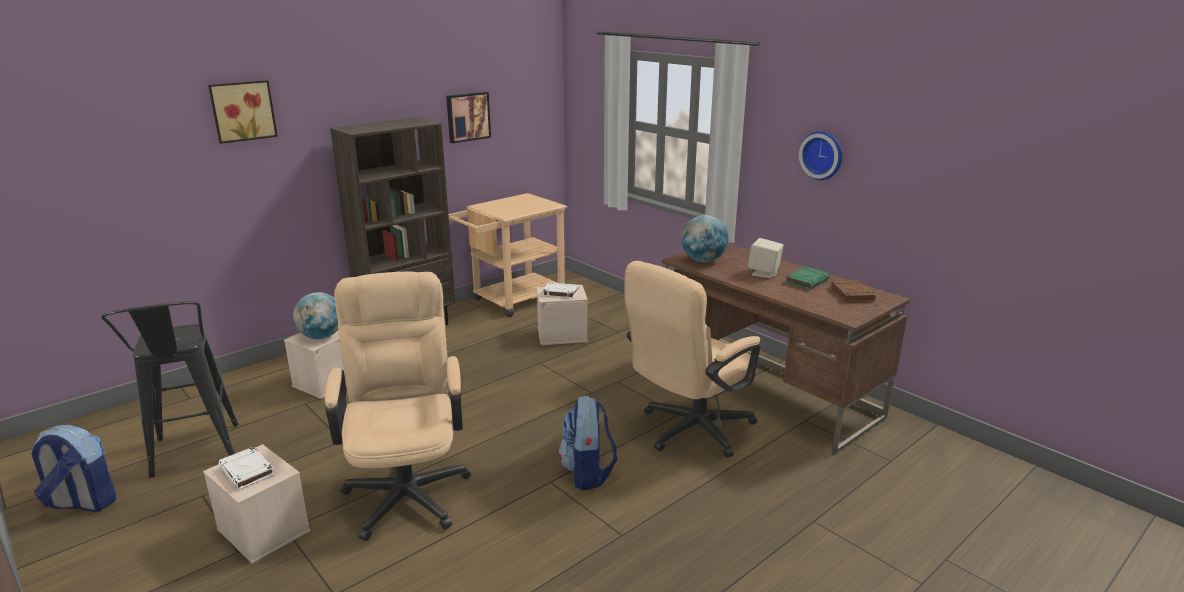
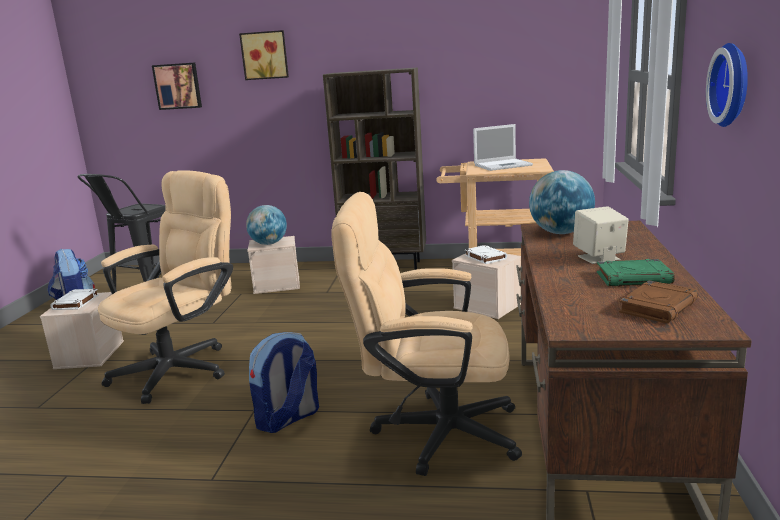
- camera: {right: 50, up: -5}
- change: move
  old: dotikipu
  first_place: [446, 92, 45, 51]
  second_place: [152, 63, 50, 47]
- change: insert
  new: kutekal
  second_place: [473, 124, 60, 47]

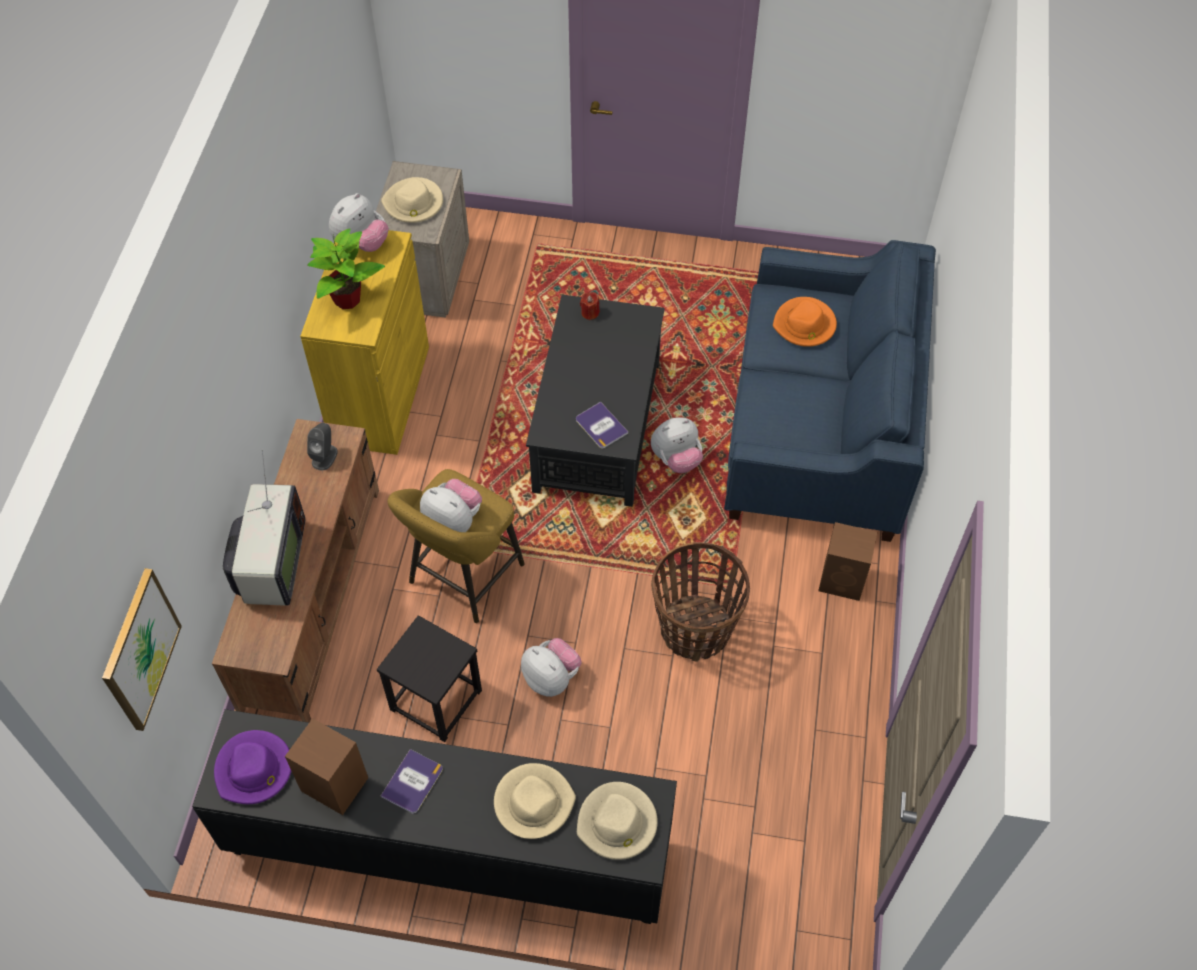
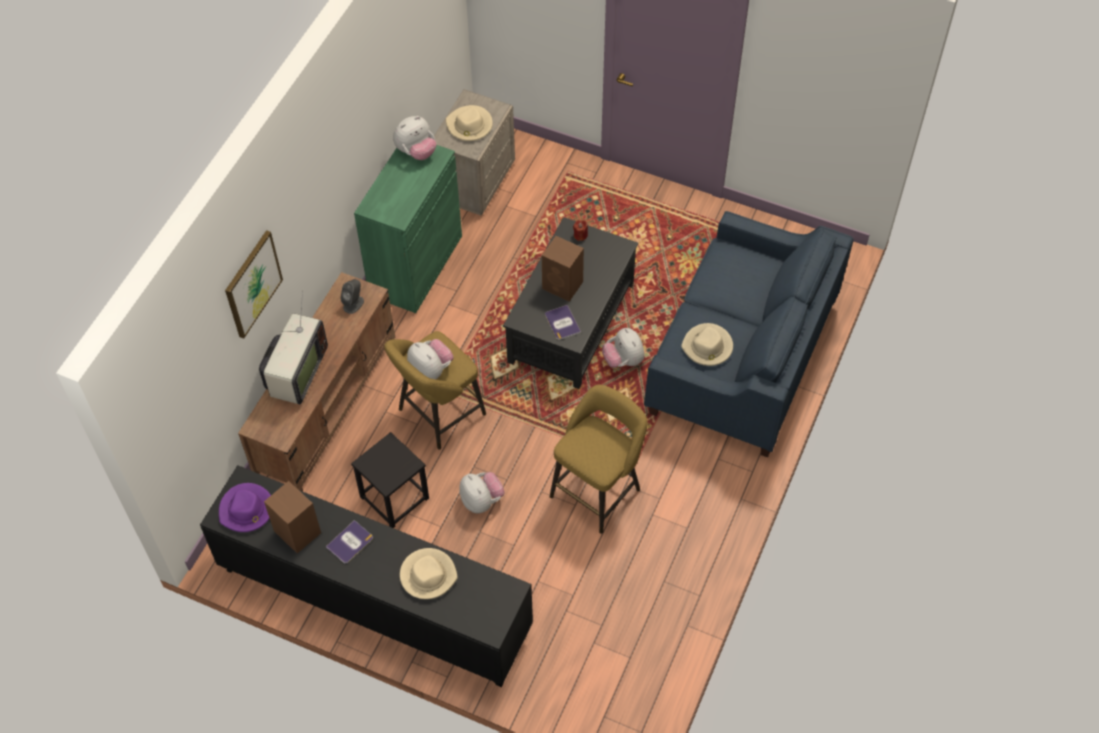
- camera: {right: 15, up: 0}
- change: move
  old: dotikipu
  first_place: [102, 568, 80, 163]
  second_place: [225, 230, 58, 109]
- change: recolor
  old: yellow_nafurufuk
  new: green_nafurufuk
  first_place: [300, 230, 129, 225]
  second_place: [354, 145, 108, 168]
- change: move
  old: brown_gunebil
  first_place: [818, 522, 59, 79]
  second_place: [542, 236, 42, 66]
- change: replace
  old: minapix
  new: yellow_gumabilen
  first_place: [651, 542, 99, 120]
  second_place: [550, 385, 98, 149]
- change: rotate
  old: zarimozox
  first_place: [651, 417, 52, 56]
  second_place: [602, 328, 43, 40]
  degrees: 75
- change: move
  old: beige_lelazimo
  first_place: [577, 782, 81, 78]
  second_place: [681, 323, 52, 43]
- change: delete
  old: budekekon
  first_place: [307, 228, 78, 81]
- change: delete
  old: orange_lelazimo
  first_place: [773, 297, 64, 50]

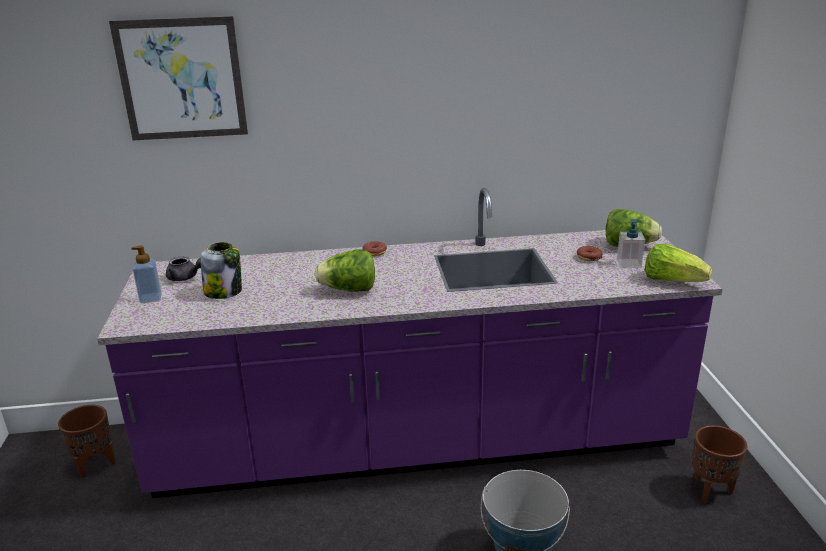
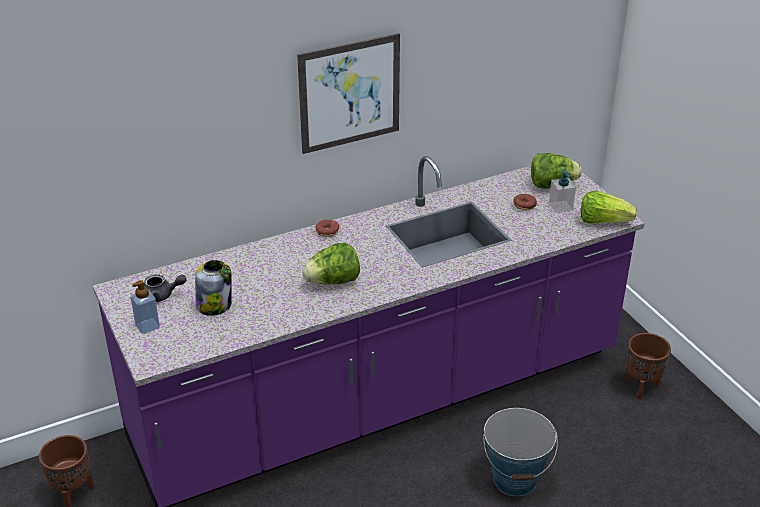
- camera: {right: -20, up: 10}
- change: move
  old: dotikipu
  first_place: [109, 16, 139, 124]
  second_place: [297, 33, 103, 121]

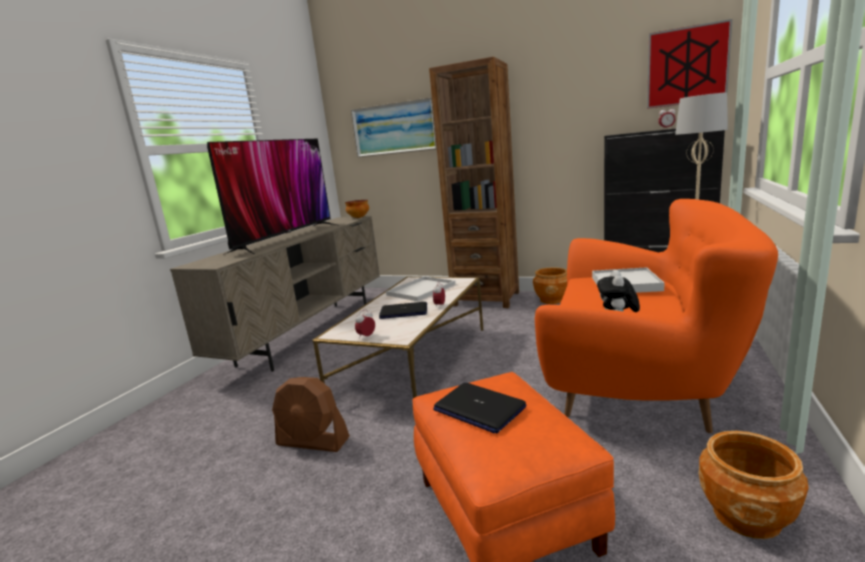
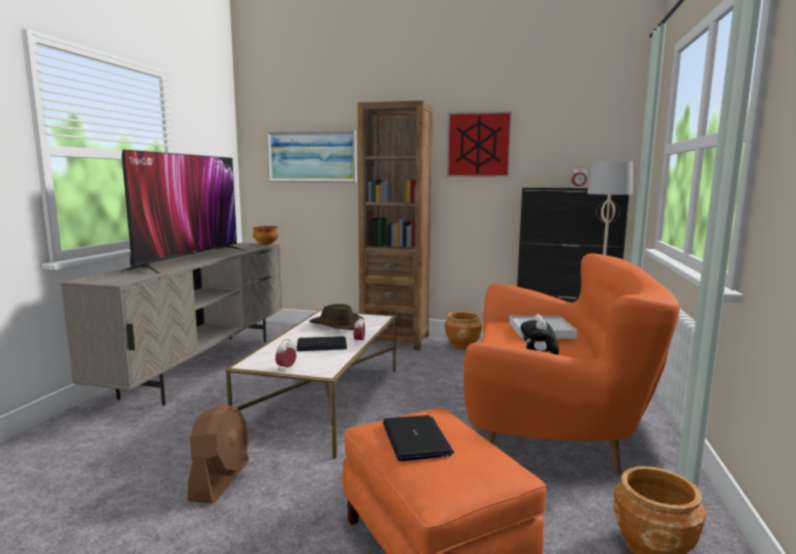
- camera: {right: -10, up: -5}
- change: rotate
  old: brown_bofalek
  first_place: [272, 377, 78, 75]
  second_place: [187, 403, 62, 101]
  degrees: -90
- change: replace
  old: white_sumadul
  new: brown_lelazimo
  first_place: [386, 276, 70, 25]
  second_place: [309, 304, 55, 26]
- change: rotate
  old: kutekal
  first_place: [433, 382, 94, 51]
  second_place: [383, 415, 71, 46]
  degrees: -135
- change: move
  old: dotikipu
  first_place: [647, 19, 85, 90]
  second_place: [447, 111, 65, 66]

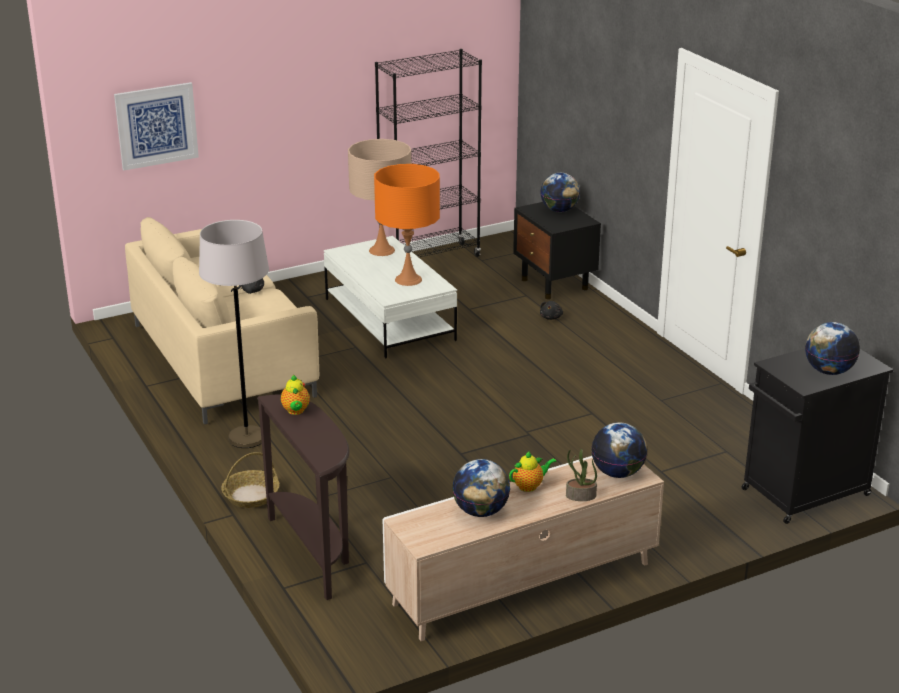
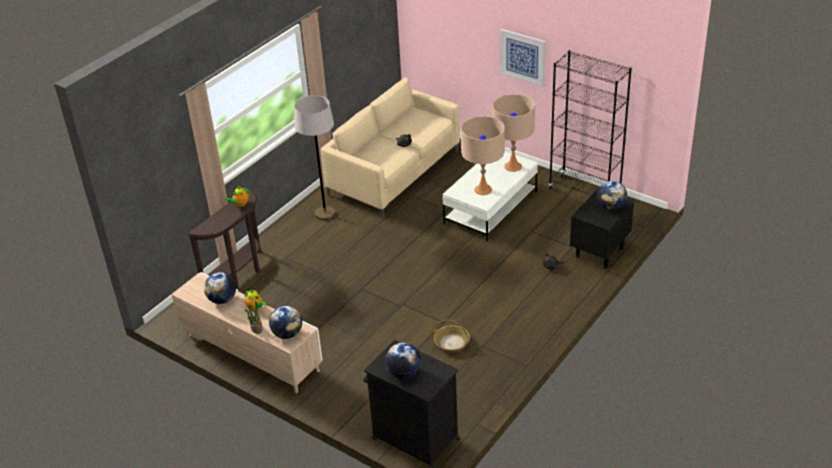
- camera: {right: 65, up: 10}
- change: move
  old: minapix
  first_place: [221, 452, 59, 56]
  second_place: [434, 320, 36, 32]
- change: recolor
  old: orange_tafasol
  new: beige_tafasol
  first_place: [374, 164, 66, 122]
  second_place: [461, 116, 44, 79]
- change: move
  old: dotikipu
  first_place: [114, 82, 85, 88]
  second_place: [500, 29, 46, 58]

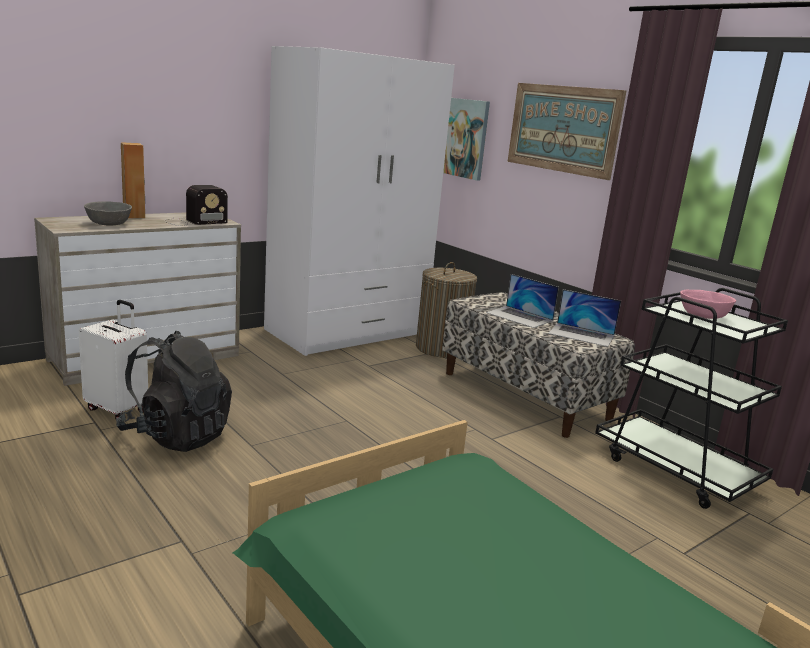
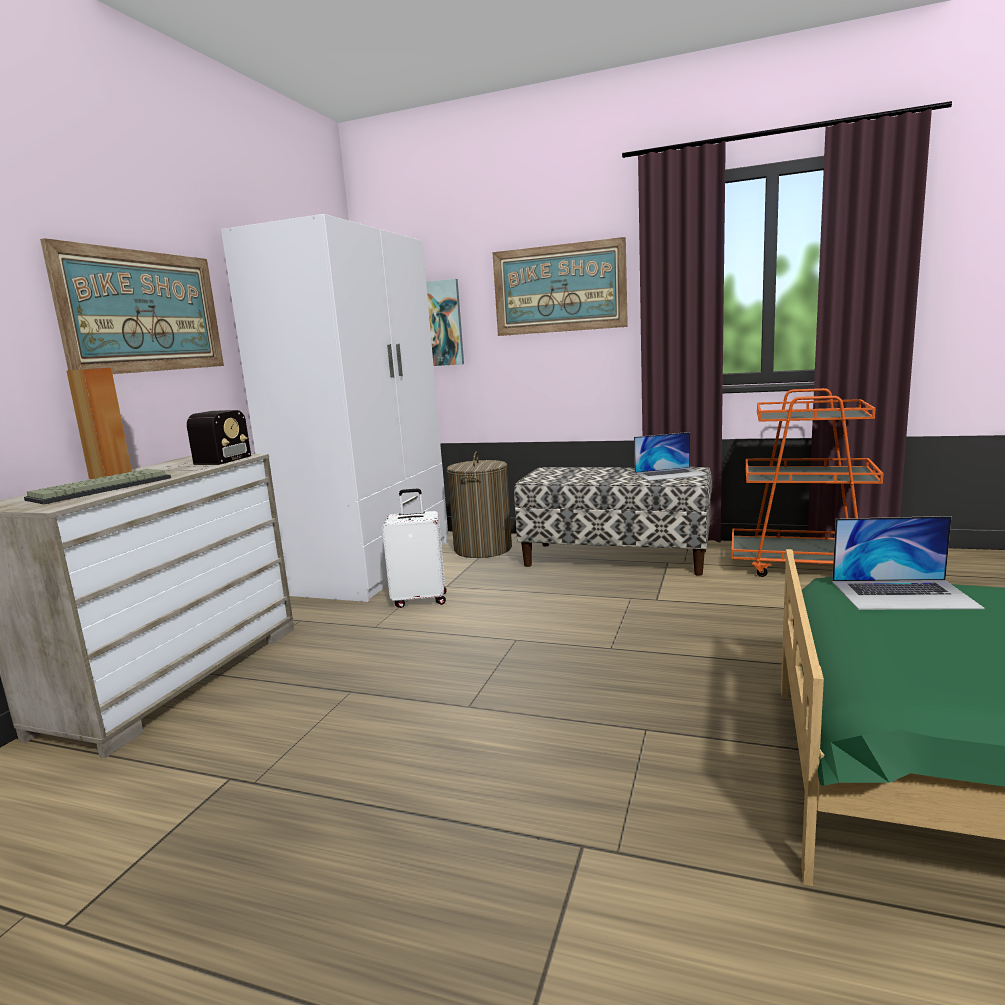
- camera: {right: -30, up: -5}
- change: replace
  old: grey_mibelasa
  new: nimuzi
  first_place: [84, 201, 48, 24]
  second_place: [24, 469, 147, 35]
- change: insert
  new: dotikipu
  second_place: [40, 238, 184, 136]
- change: move
  old: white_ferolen
  first_place: [78, 300, 70, 119]
  second_place: [382, 489, 65, 119]
- change: recolor
  old: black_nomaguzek
  new: orange_nomaguzek
  first_place: [595, 288, 193, 221]
  second_place: [731, 388, 153, 189]
- change: move
  old: kutekal
  first_place: [486, 274, 73, 54]
  second_place: [832, 516, 153, 94]
- change: delete
  old: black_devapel
  first_place: [116, 331, 116, 121]
- change: delete
  old: pink_mibelasa
  first_place: [680, 289, 56, 30]

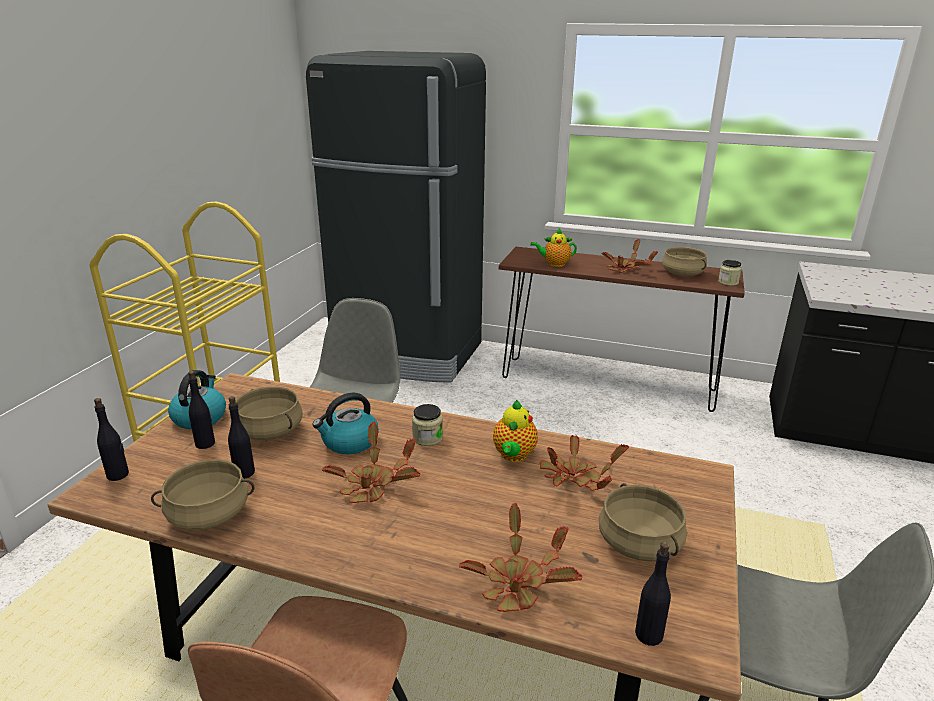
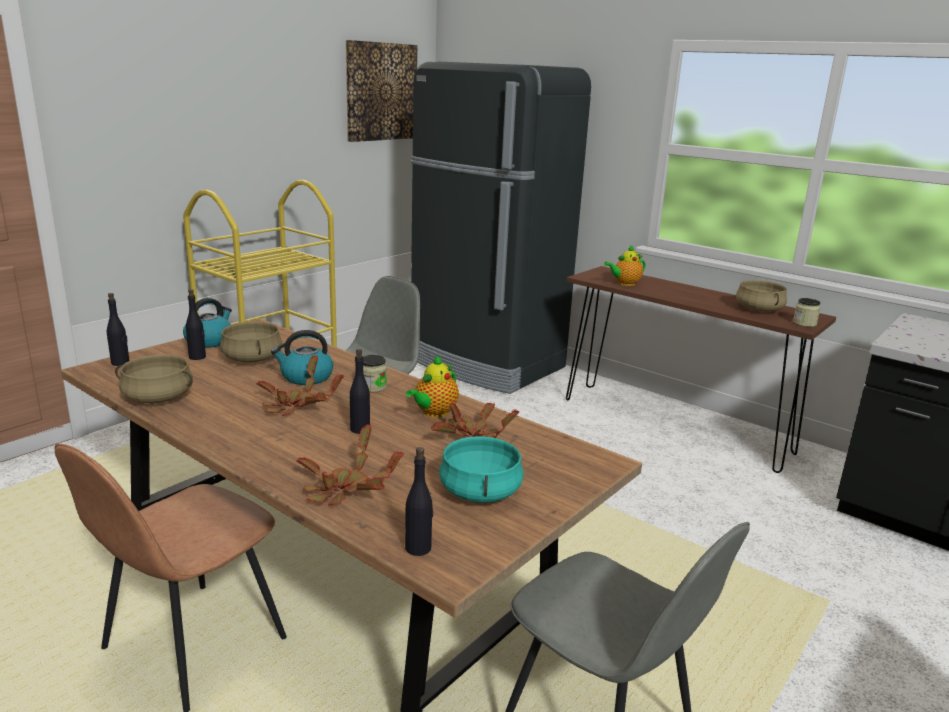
- camera: {right: 20, up: -5}
- change: insert
  new: dotikipu
  second_place: [346, 40, 71, 102]
- change: move
  old: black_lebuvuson
  first_place: [228, 396, 27, 83]
  second_place: [350, 349, 20, 85]
- change: recolor
  old: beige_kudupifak
  new: turquoise_kudupifak
  first_place: [599, 483, 88, 79]
  second_place: [439, 436, 85, 67]
- change: rotate
  old: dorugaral
  first_place: [530, 228, 47, 39]
  second_place: [604, 245, 42, 41]
  degrees: -45
- change: delete
  old: budekekon
  first_place: [602, 239, 56, 34]

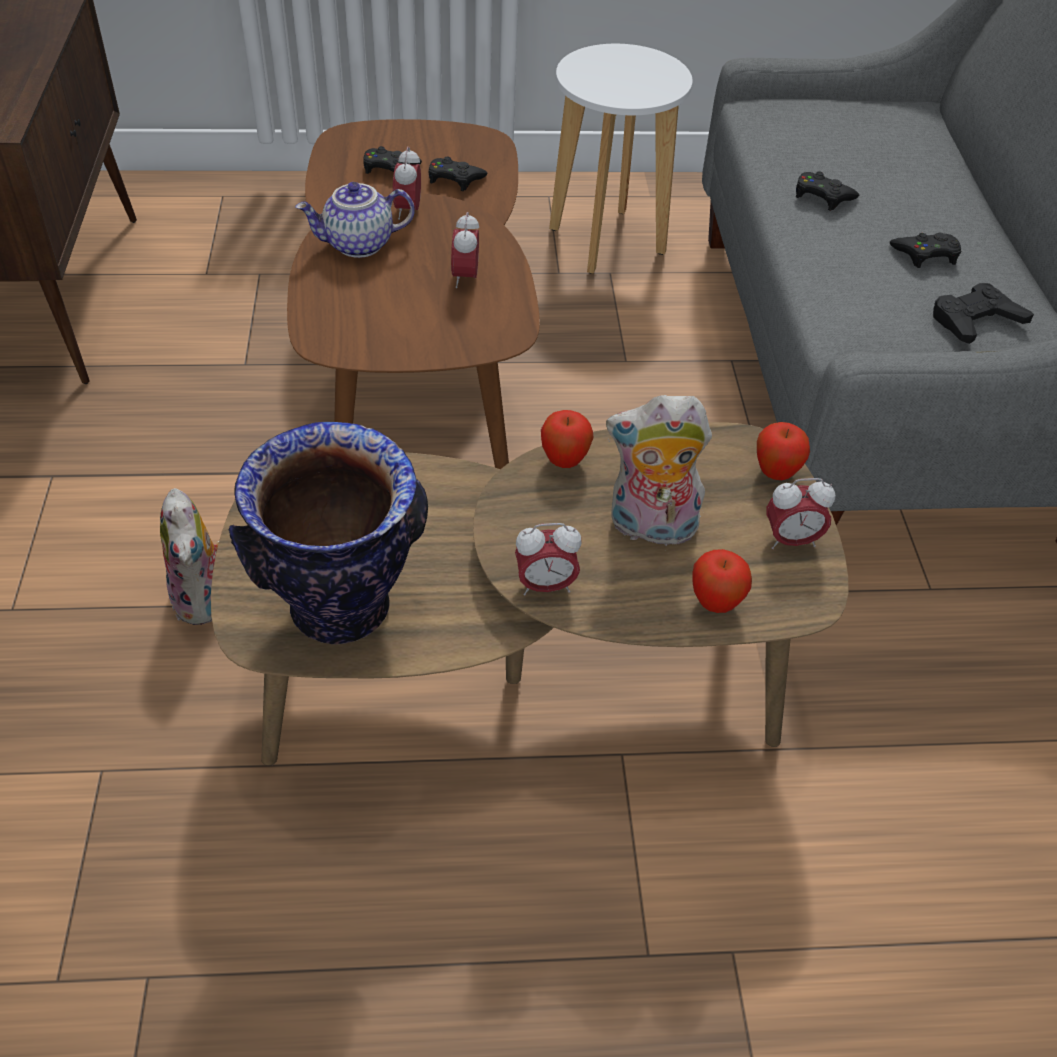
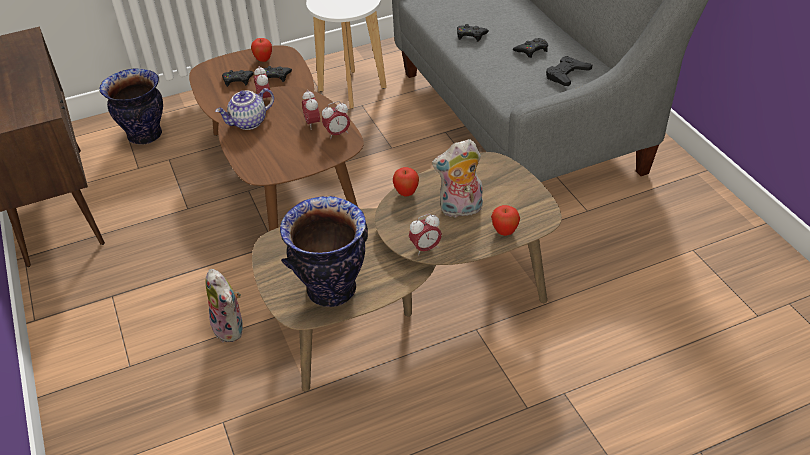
- camera: {right: -15, up: -5}
- change: insert
  new: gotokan
  second_place: [100, 68, 63, 77]
- change: move
  old: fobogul
  first_place: [757, 422, 53, 58]
  second_place: [251, 38, 21, 24]
- change: move
  old: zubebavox
  first_place: [766, 478, 69, 71]
  second_place: [322, 101, 28, 38]

